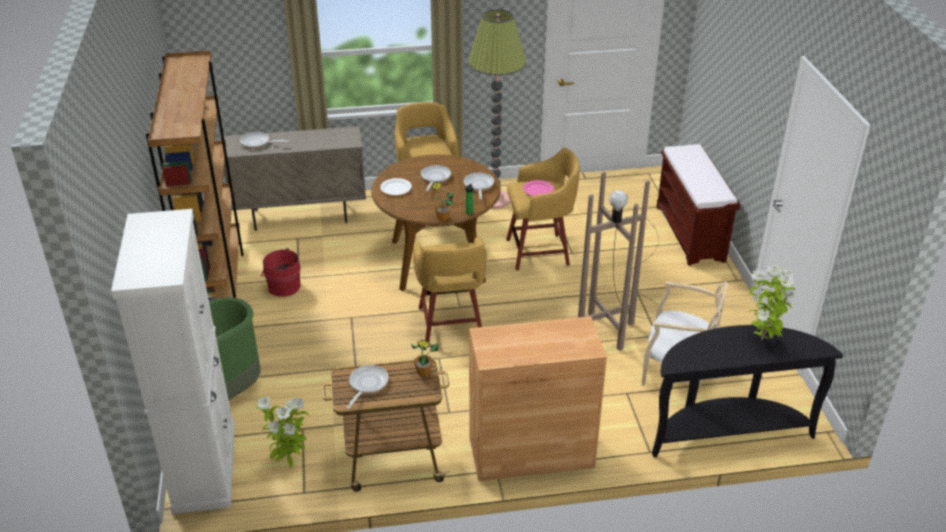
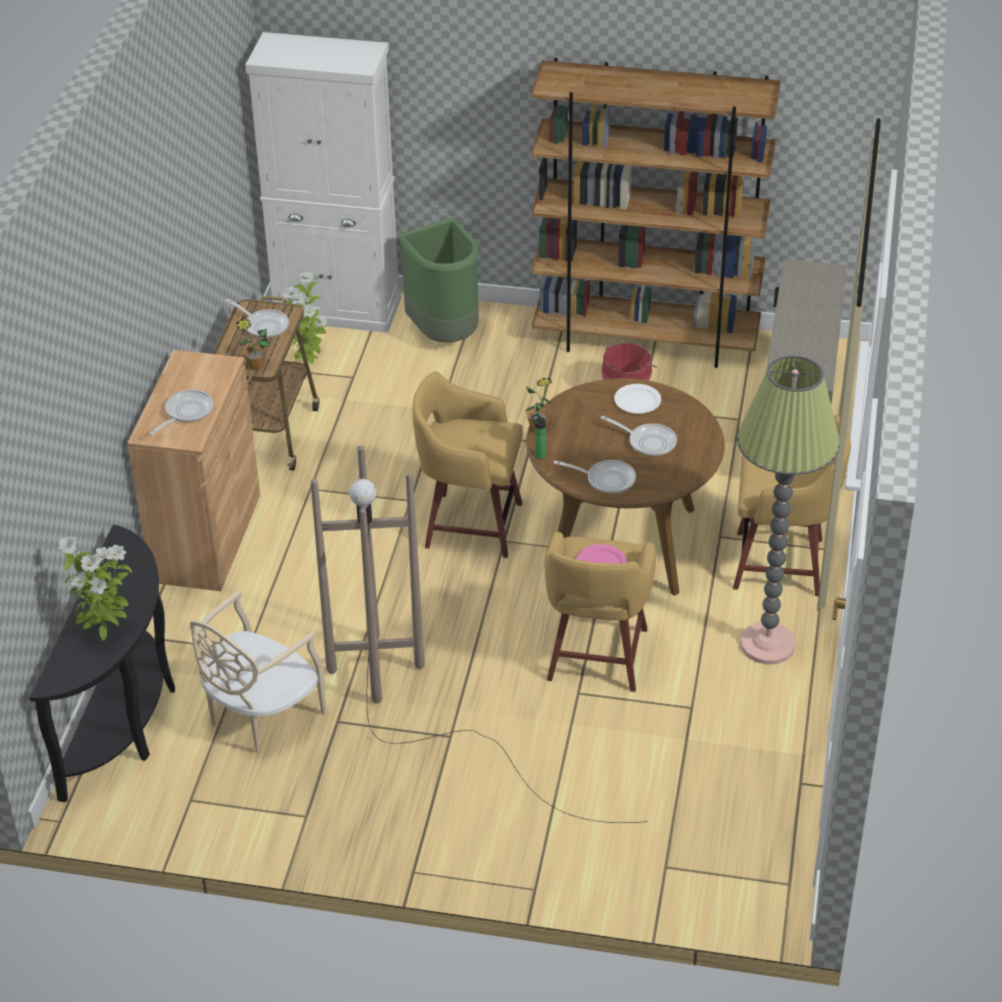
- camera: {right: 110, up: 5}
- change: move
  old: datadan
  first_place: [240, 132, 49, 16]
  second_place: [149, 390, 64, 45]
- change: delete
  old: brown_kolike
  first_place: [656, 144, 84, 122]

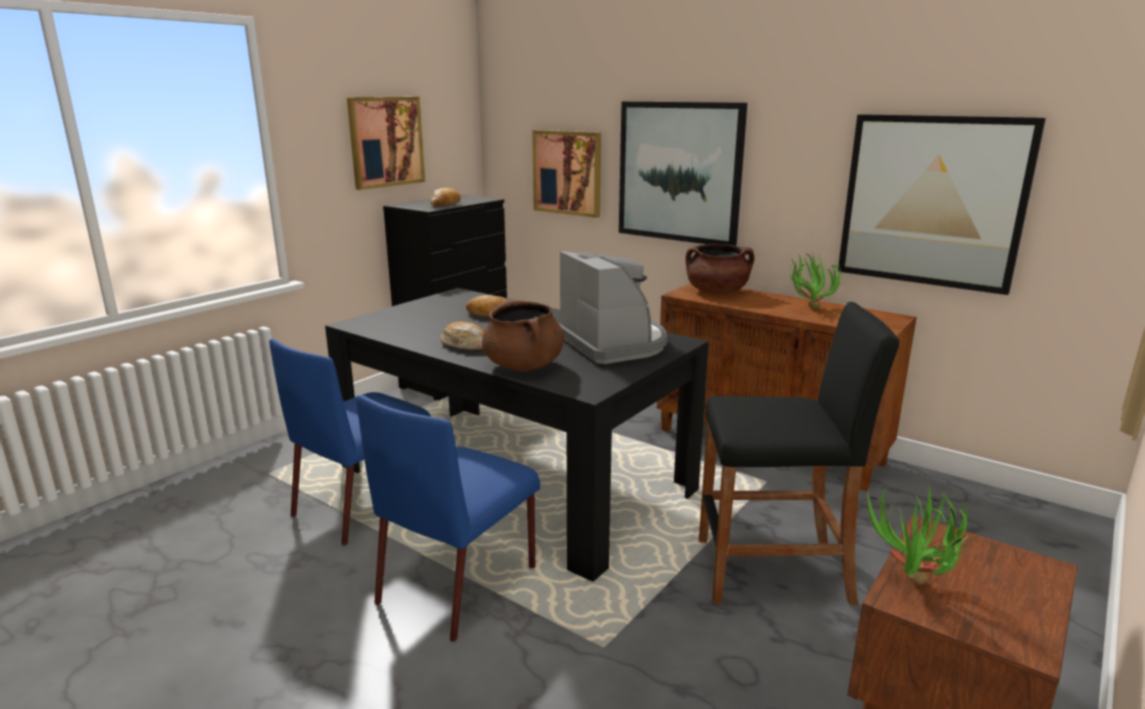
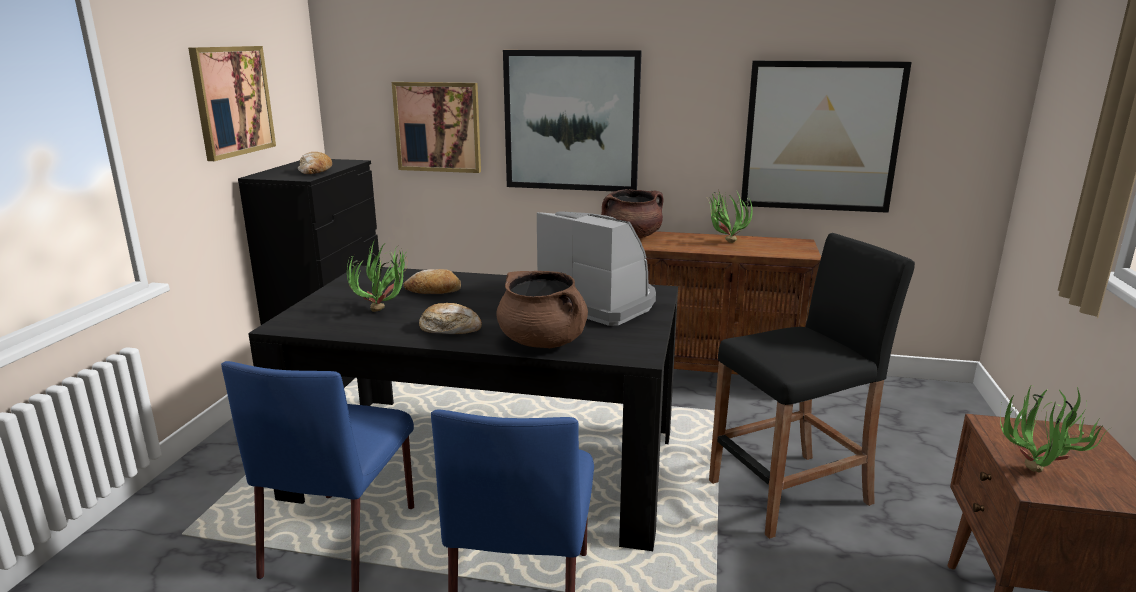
- camera: {right: -25, up: 0}
- change: insert
  new: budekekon
  second_place: [347, 240, 60, 72]

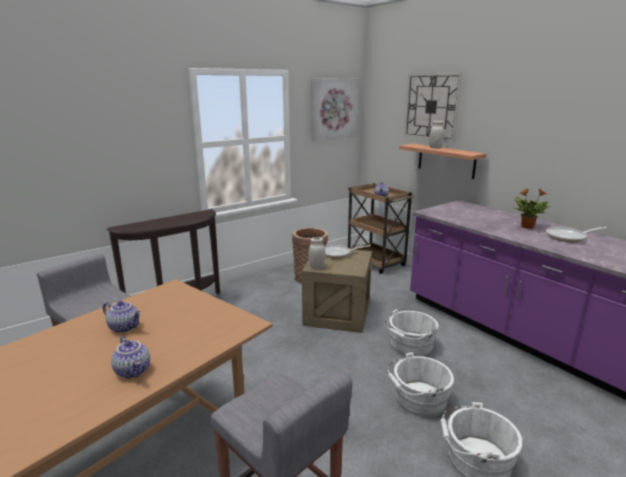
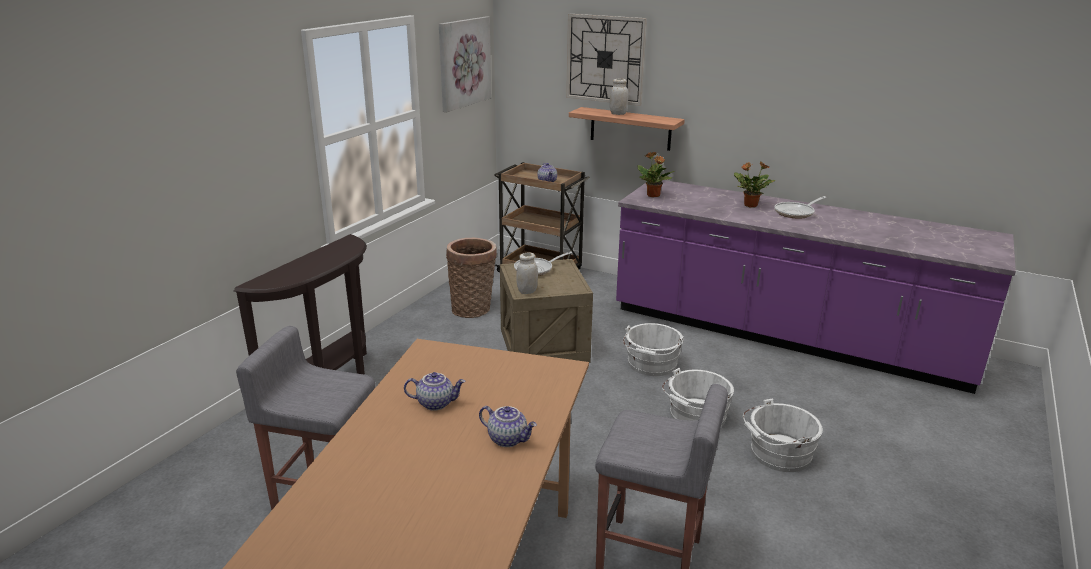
- camera: {right: -25, up: 5}
- change: insert
  new: budekekon
  second_place: [637, 152, 38, 45]

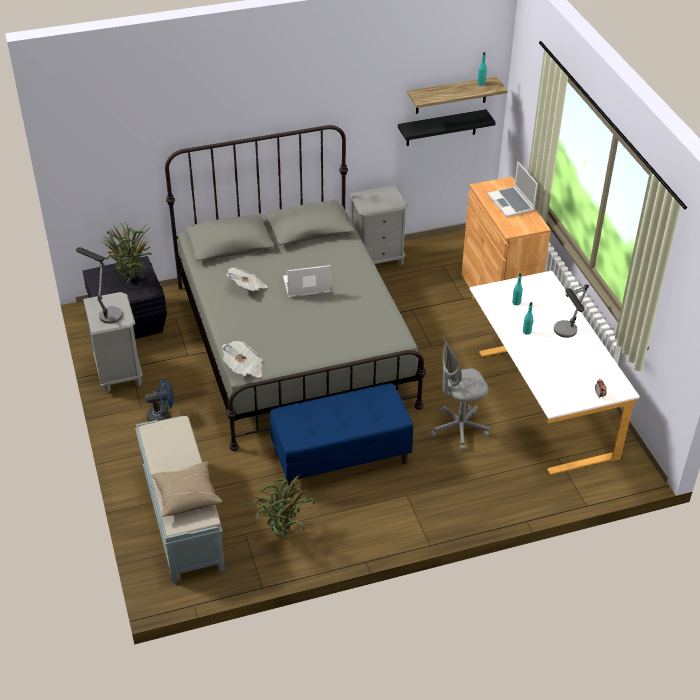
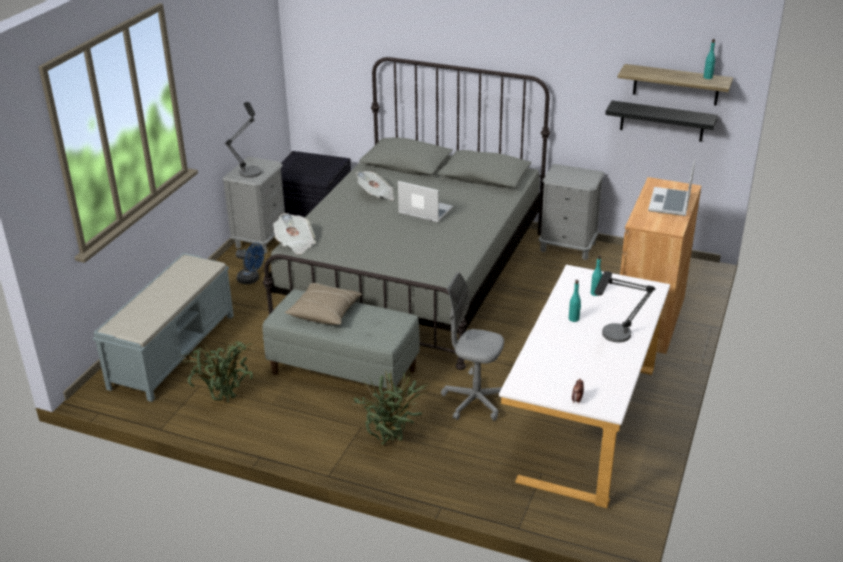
- camera: {right: 40, up: -10}
- change: recolor
  old: blue_kolike
  new: grey_kolike
  first_place: [270, 383, 143, 108]
  second_place: [262, 289, 158, 114]
- change: move
  old: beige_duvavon
  first_place: [151, 461, 71, 56]
  second_place: [285, 283, 77, 42]
- change: move
  old: budekekon
  first_place: [102, 222, 50, 61]
  second_place: [352, 371, 79, 74]

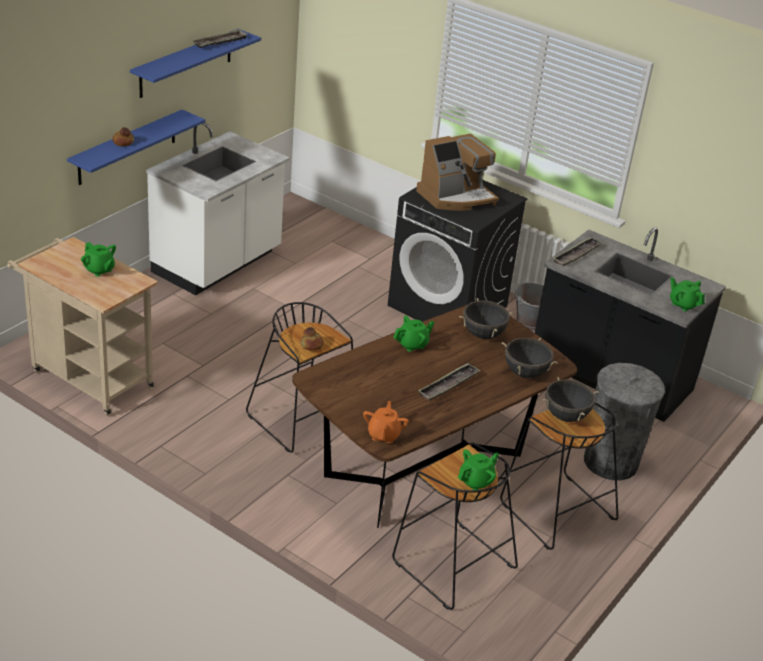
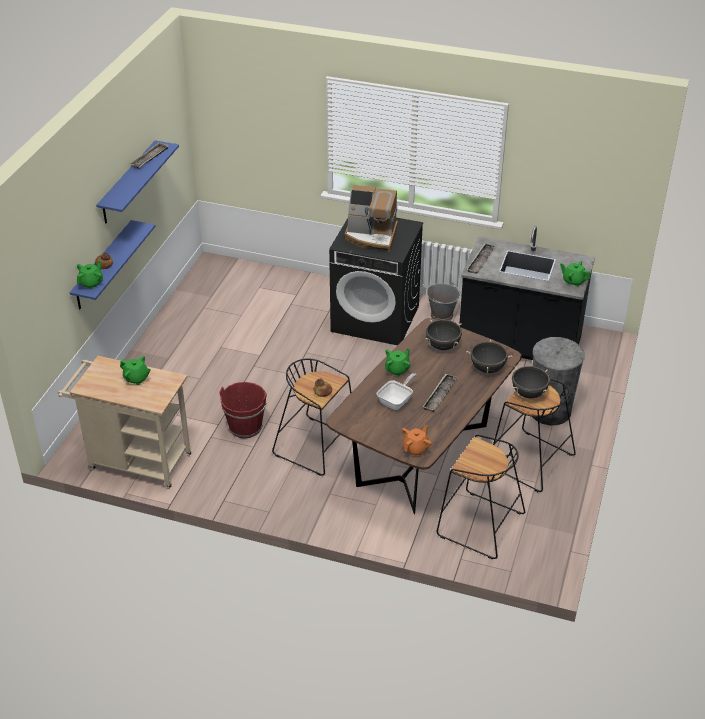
- camera: {right: -15, up: 5}
- change: move
  old: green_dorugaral
  first_place: [458, 449, 41, 41]
  second_place: [77, 261, 26, 28]
- change: insert
  new: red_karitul
  second_place: [219, 382, 48, 56]
- change: rotate
  old: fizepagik
  first_place: [416, 134, 83, 77]
  second_place: [345, 185, 53, 67]
  degrees: 60
- change: insert
  new: datadan
  second_place: [377, 373, 40, 37]
- change: rotate
  old: orange_dorugaral
  first_place: [363, 401, 46, 43]
  second_place: [402, 425, 30, 32]
  degrees: 45
- change: delete
  old: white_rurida
  first_place: [146, 123, 144, 172]

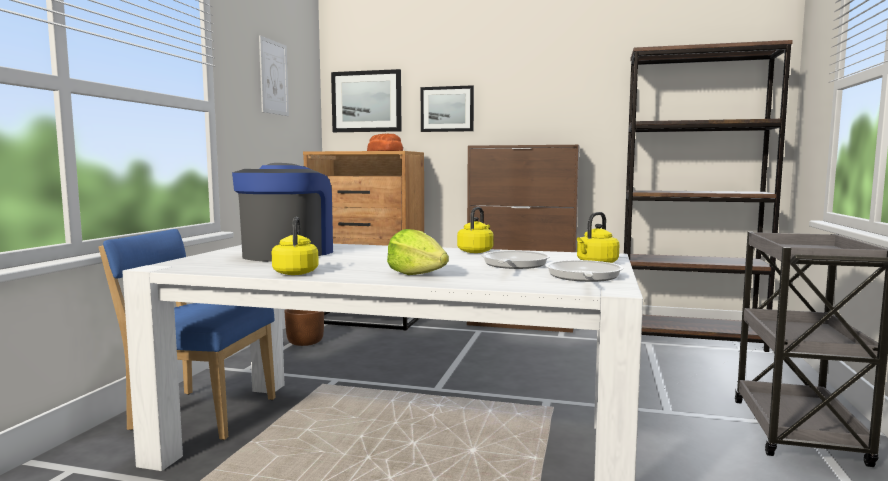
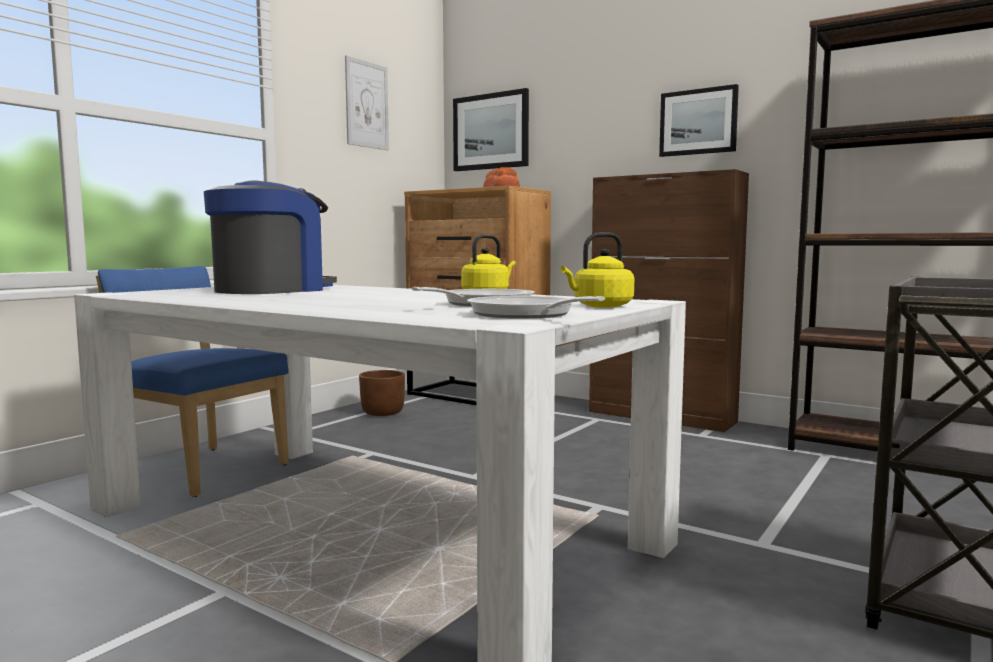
- camera: {right: 20, up: 0}
- change: rotate
  old: datadan
  first_place: [545, 260, 78, 22]
  second_place: [467, 296, 138, 23]
  degrees: -60
- change: move
  old: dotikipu
  first_place: [421, 85, 53, 47]
  second_place: [659, 84, 80, 73]
- change: delete
  old: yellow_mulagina
  first_place: [272, 217, 47, 58]
- change: delete
  old: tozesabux
  first_place: [387, 229, 62, 46]

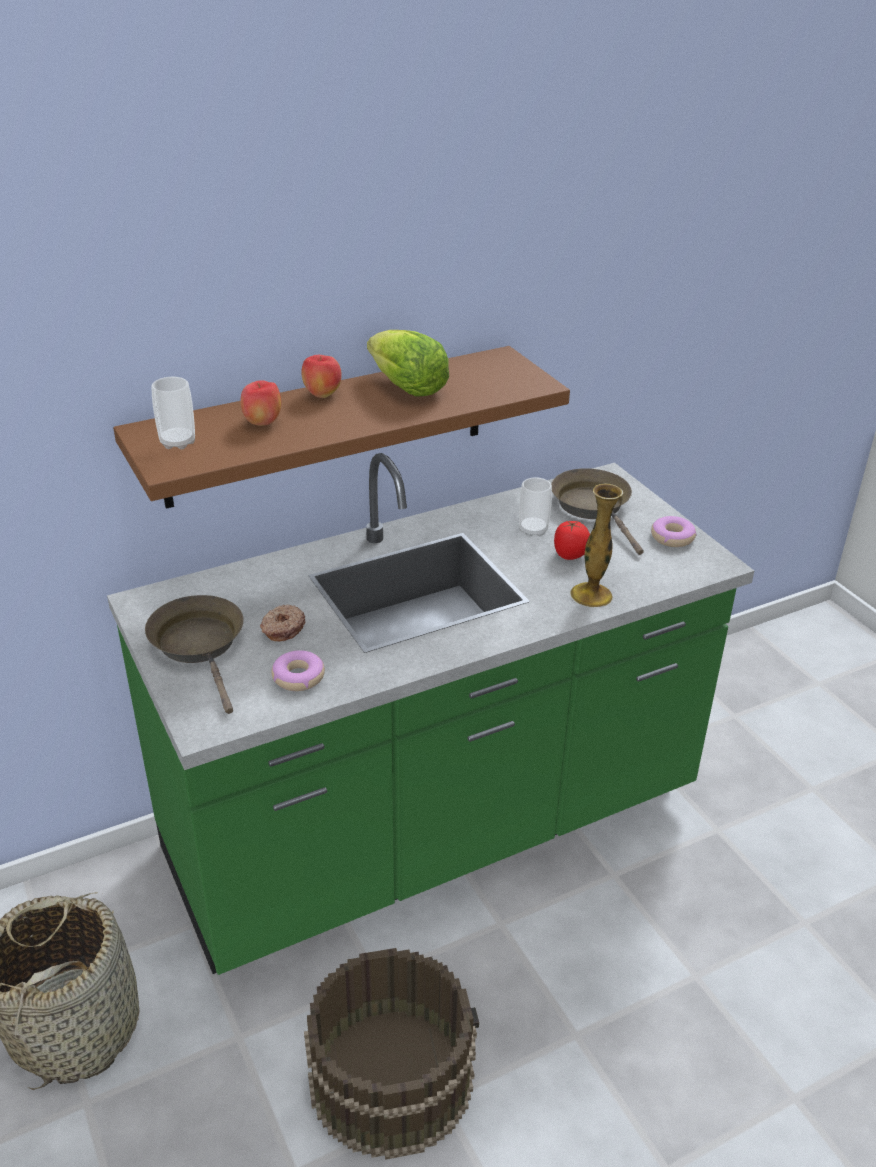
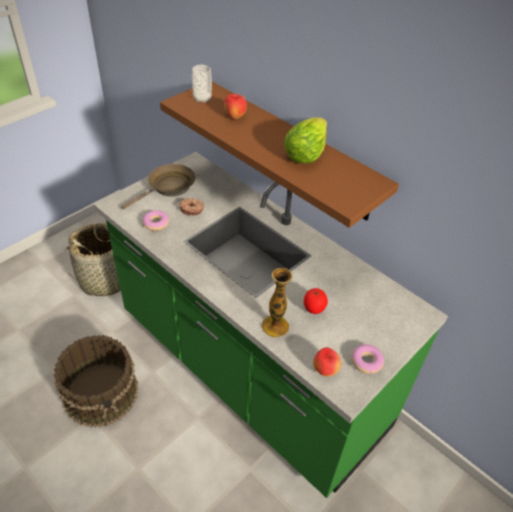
- camera: {right: 70, up: 10}
- change: move
  old: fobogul
  first_place: [301, 355, 41, 43]
  second_place: [313, 347, 28, 30]
- change: delete
  old: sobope
  first_place: [519, 477, 33, 60]
- change: delete
  old: brown_datadan
  first_place: [551, 468, 93, 87]

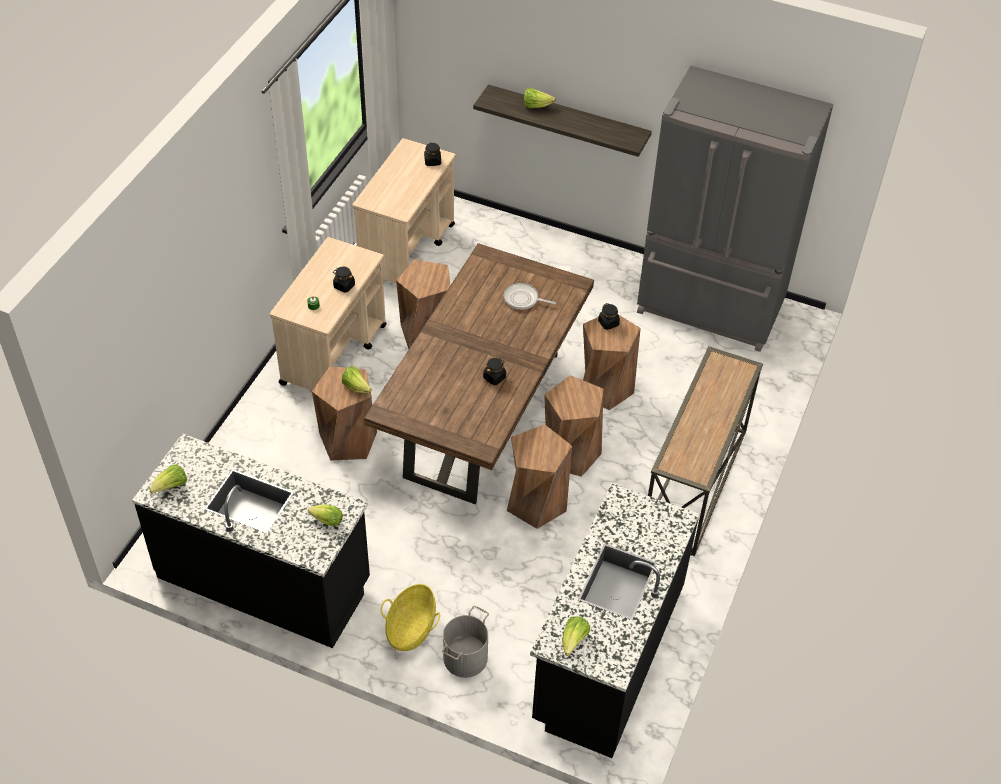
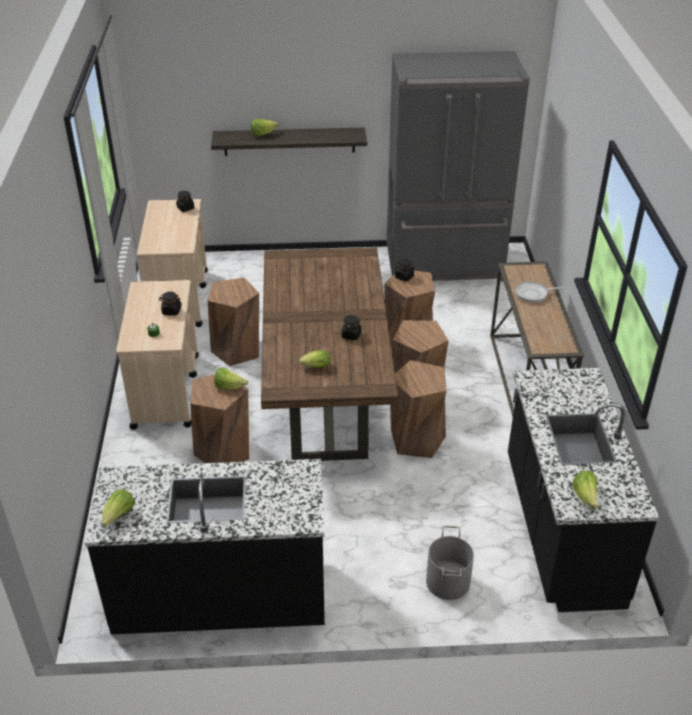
- camera: {right: -25, up: -10}
- change: move
  old: tozesabux
  first_place: [308, 505, 35, 21]
  second_place: [299, 350, 31, 18]
- change: move
  old: datadan
  first_place: [504, 283, 52, 27]
  second_place: [515, 282, 50, 21]
- change: delete
  old: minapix
  first_place: [381, 584, 59, 67]

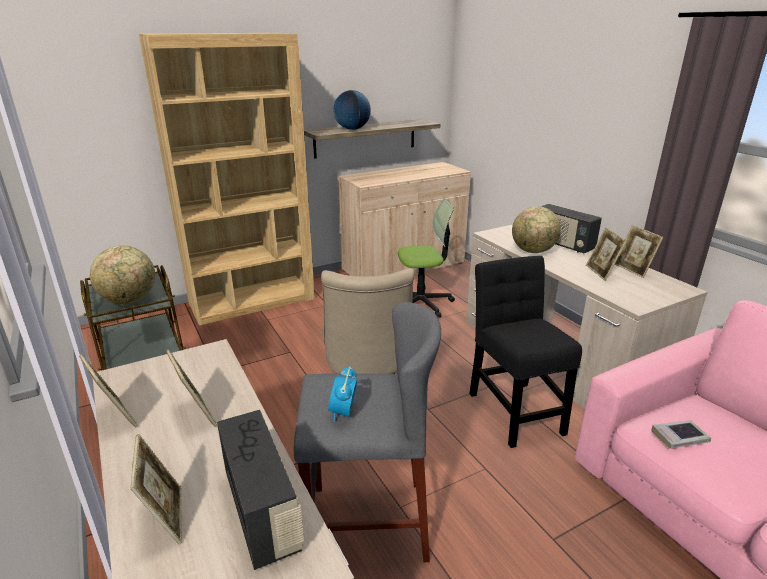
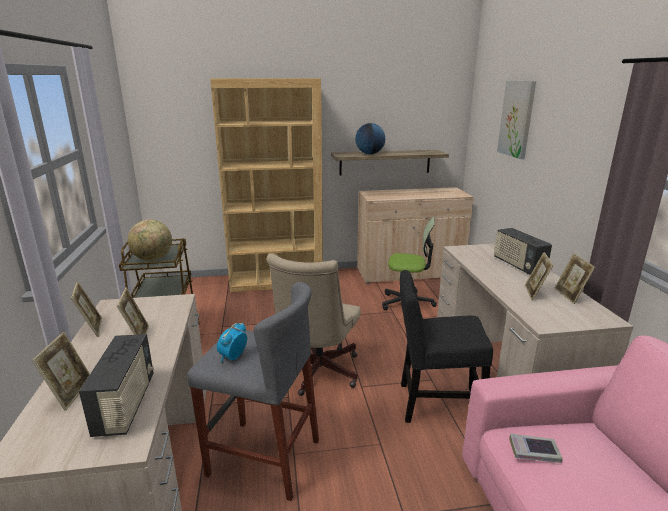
- camera: {right: 20, up: -5}
- change: rotate
  old: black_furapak
  first_place: [469, 256, 113, 192]
  second_place: [400, 270, 93, 153]
  degrees: -90
- change: insert
  new: dotikipu
  second_place: [497, 81, 39, 78]
- change: delete
  old: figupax
  first_place: [512, 206, 49, 47]

